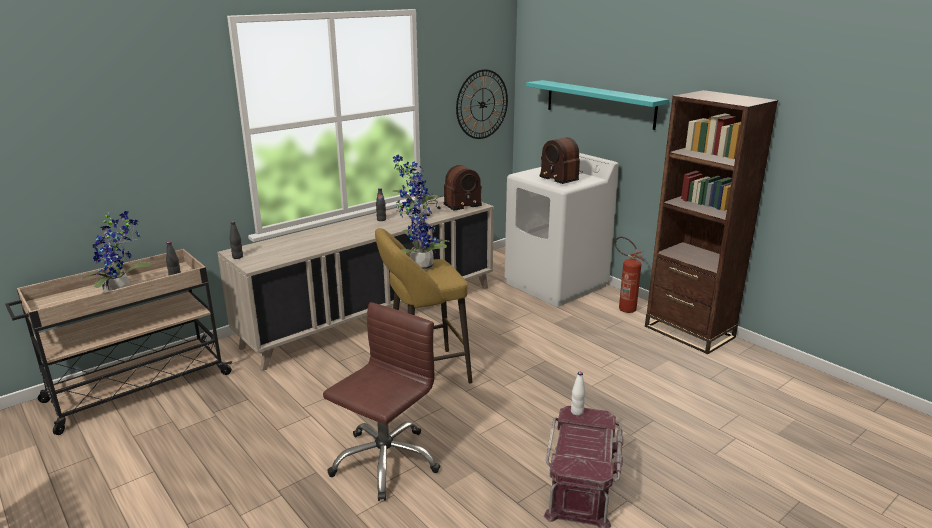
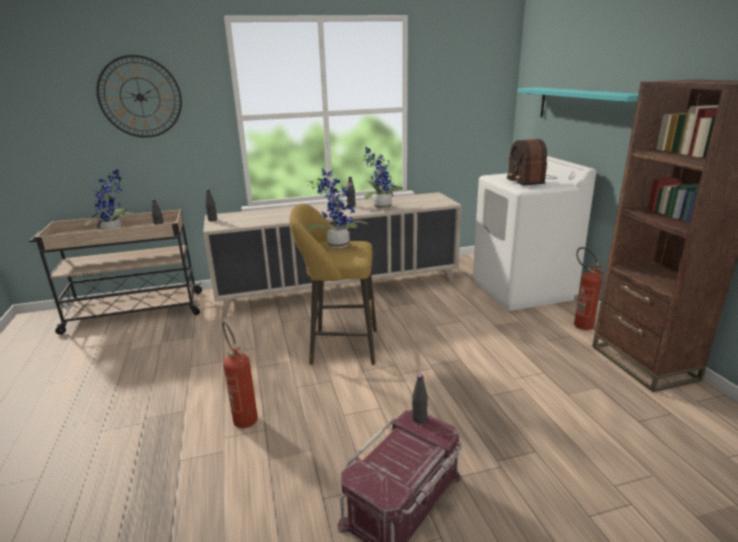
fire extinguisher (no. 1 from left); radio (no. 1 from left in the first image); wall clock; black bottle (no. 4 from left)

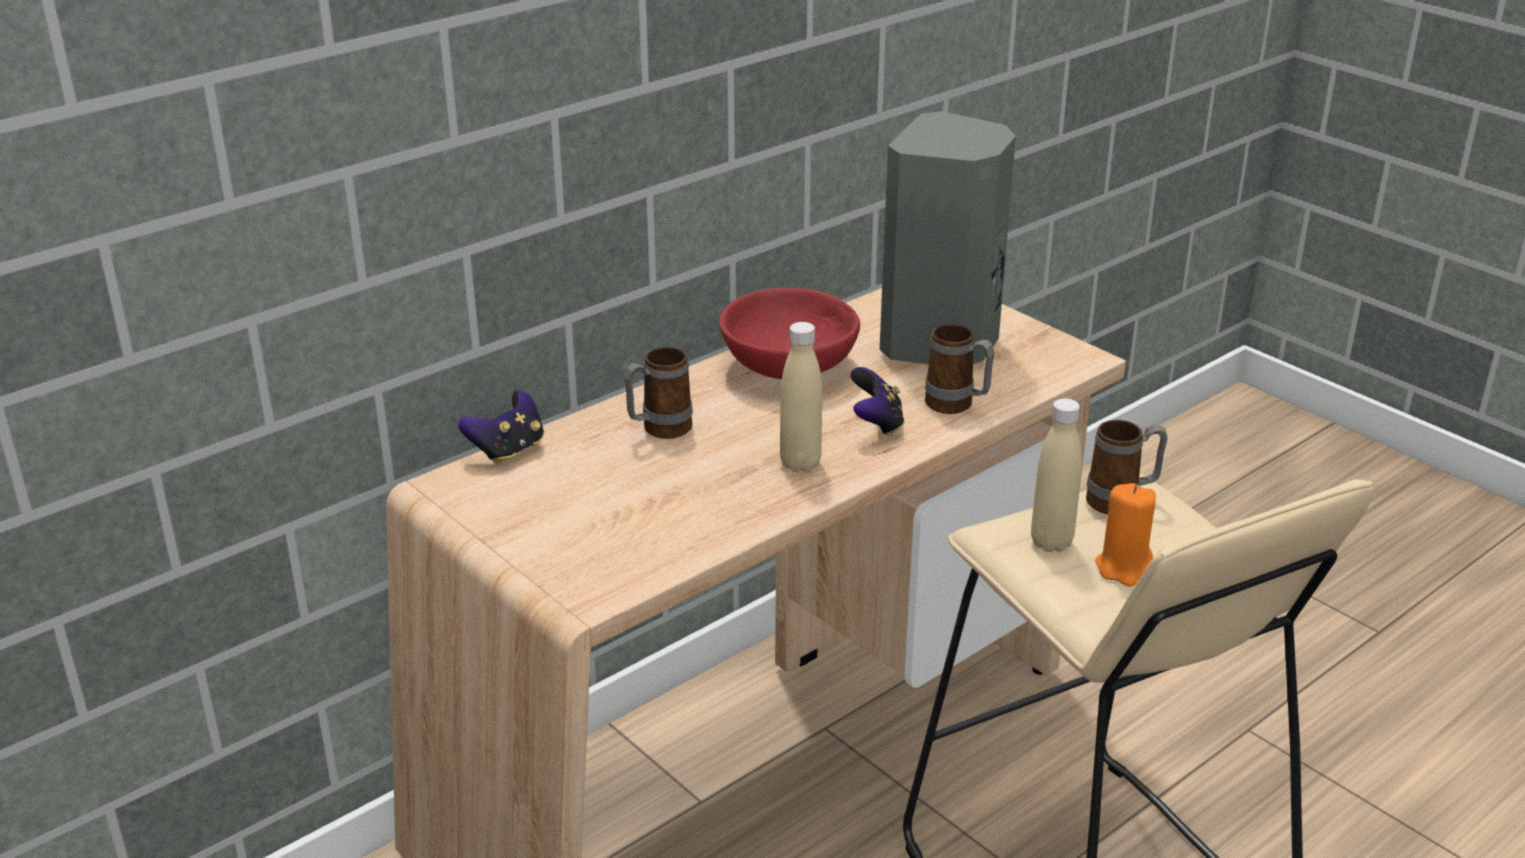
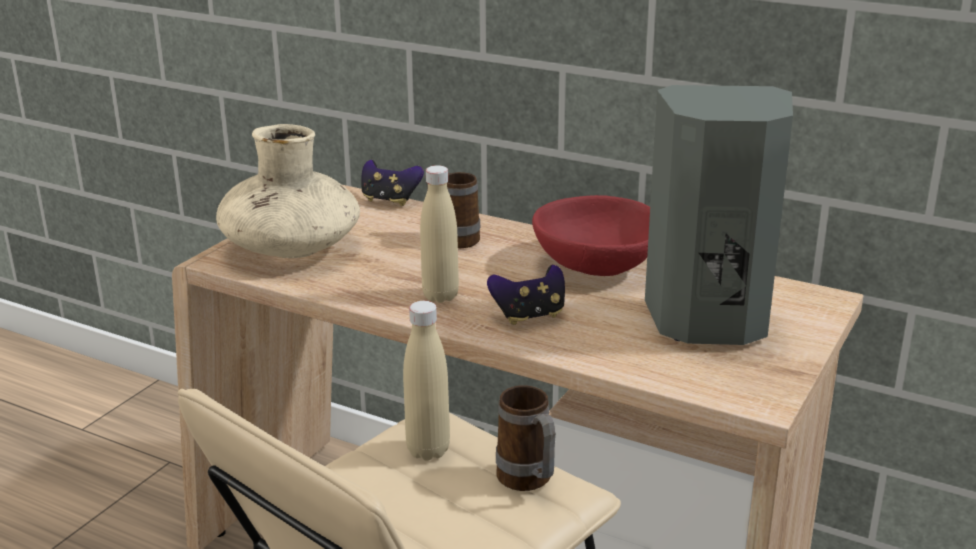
mug (no. 2 from left in the first image); orange candle; beige vase

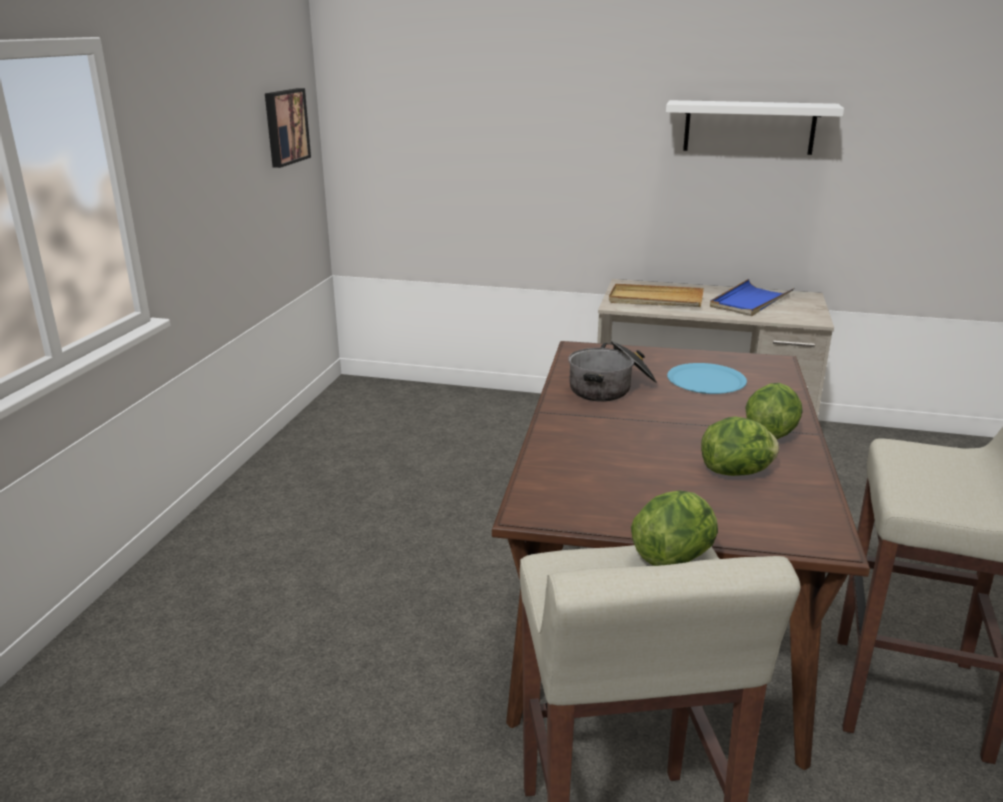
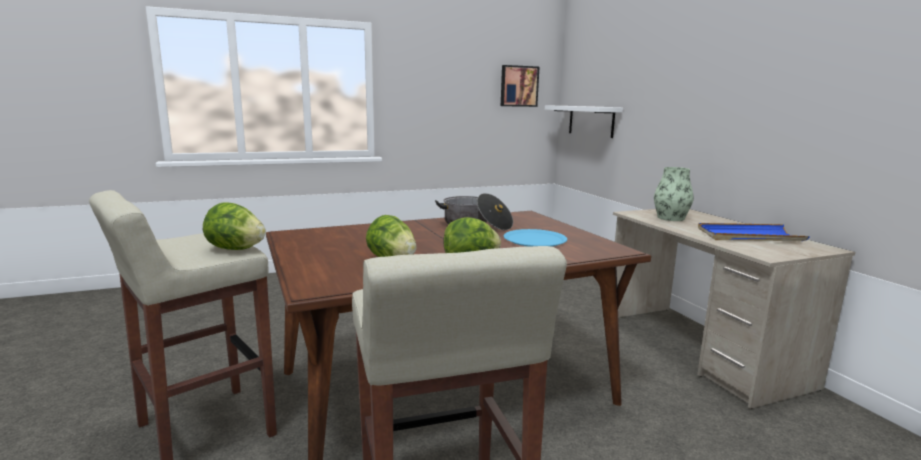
vase; white shelf

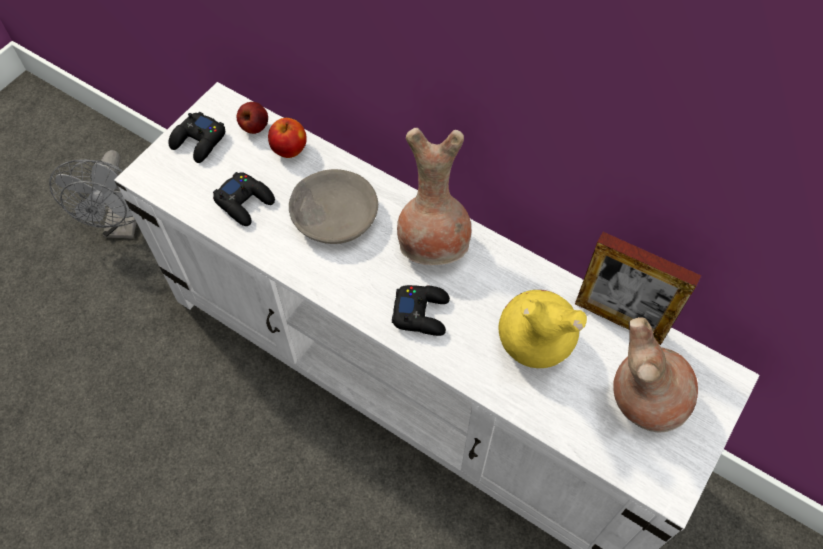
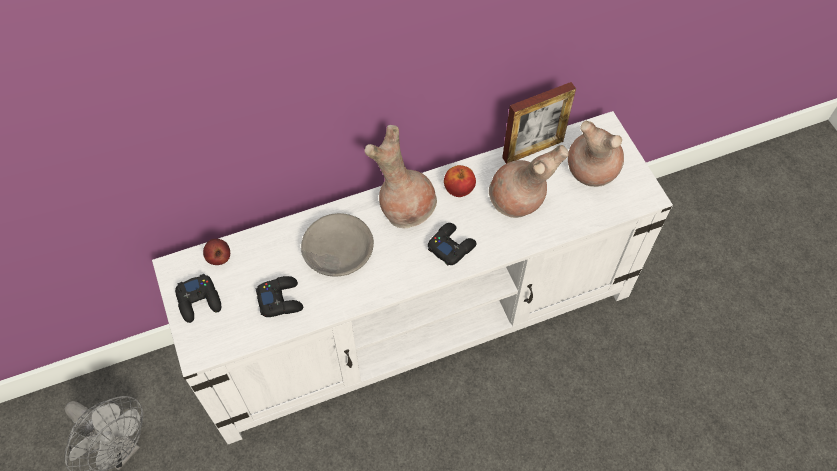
apple (no. 2 from left); brown vase (no. 2 from left)

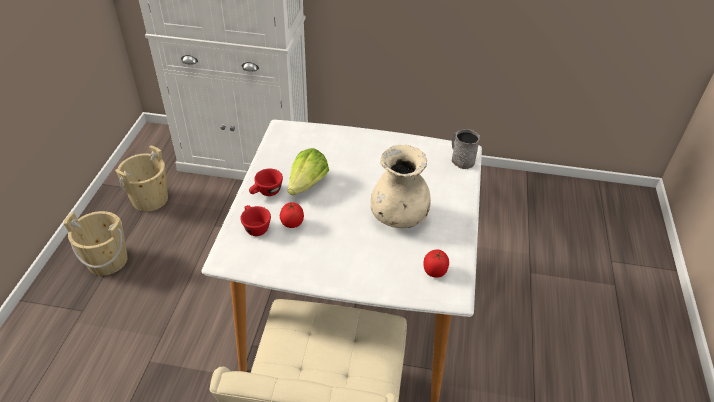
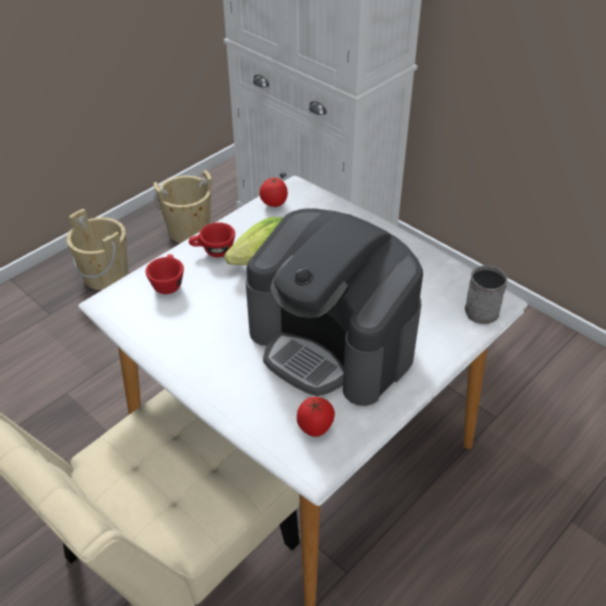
tomato (no. 1 from left); coffee machine

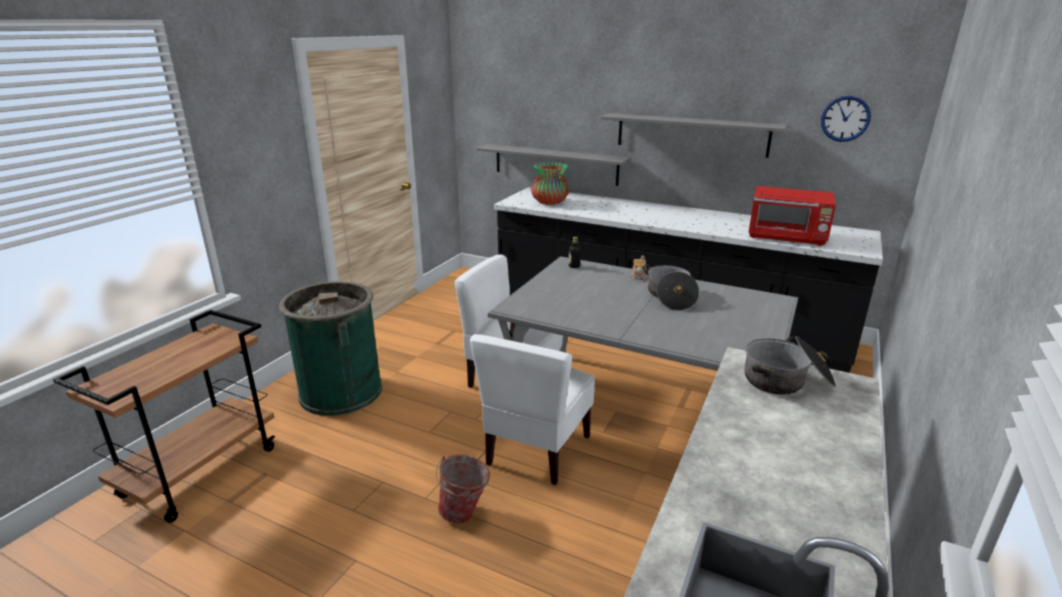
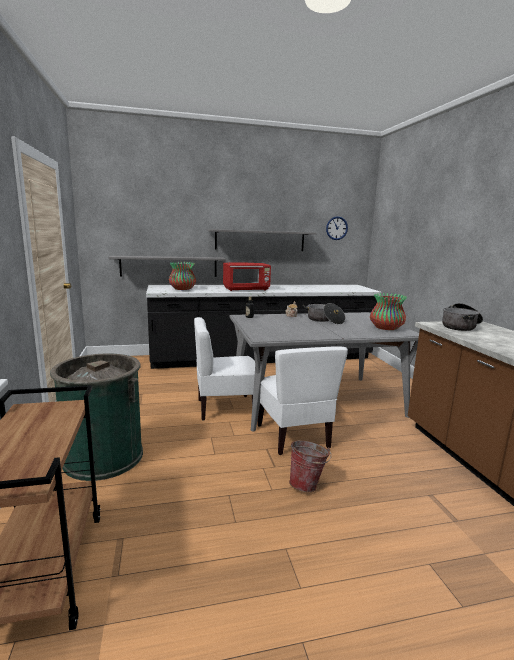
red microwave; vase (no. 2 from left)

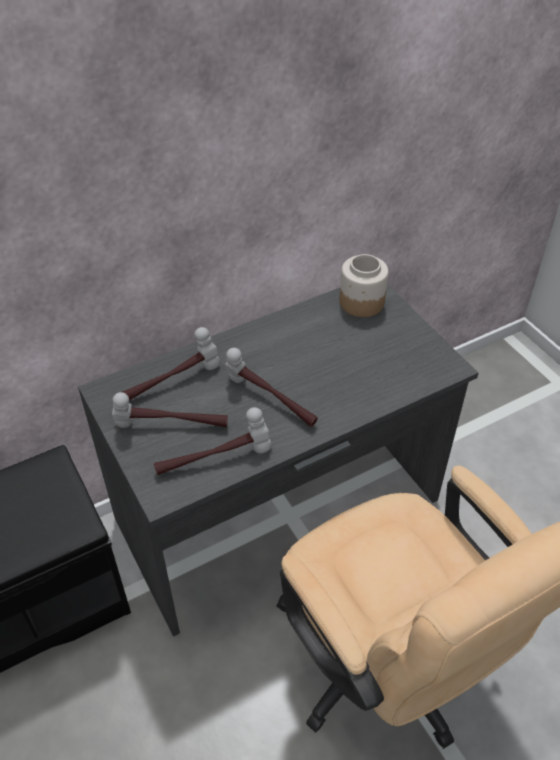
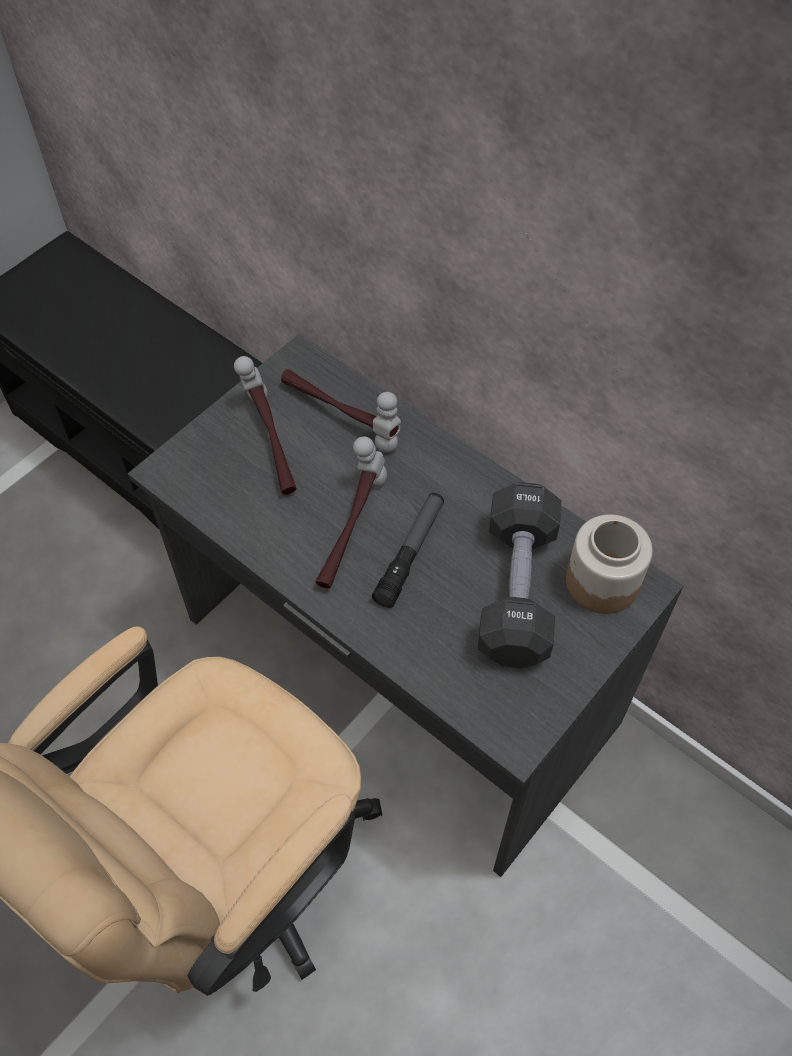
hammer (no. 3 from left in the first image); flashlight; black dumbbell

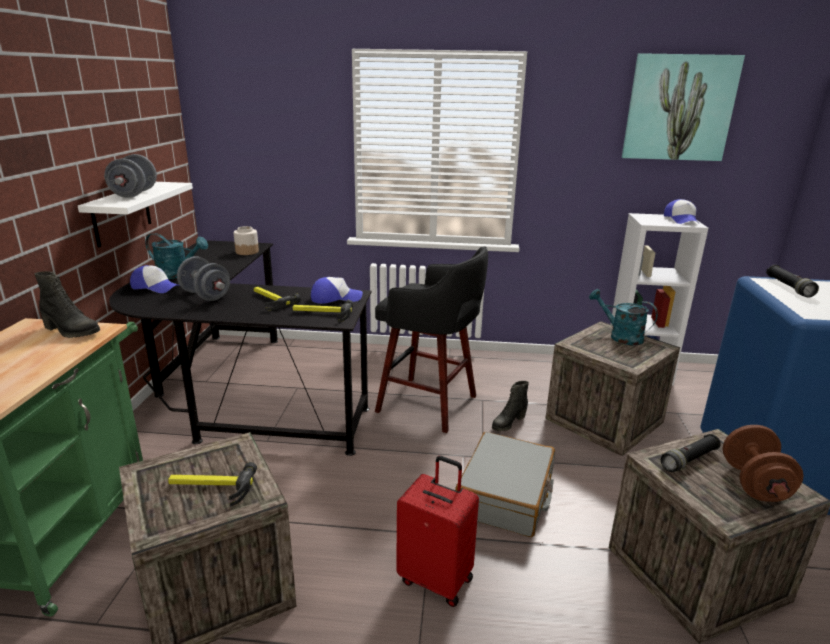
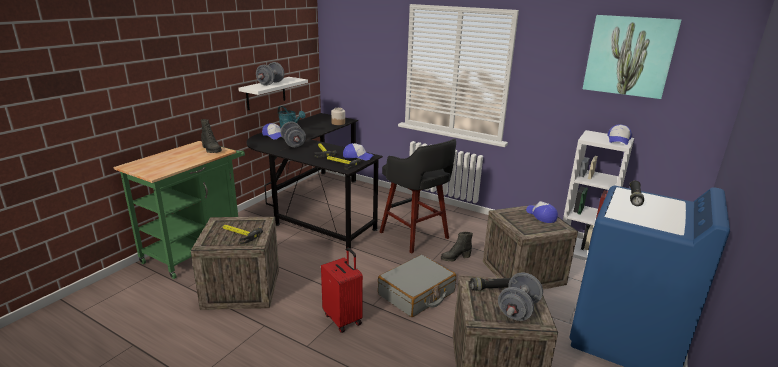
cap (no. 3 from left); grey dumbbell (no. 3 from left)

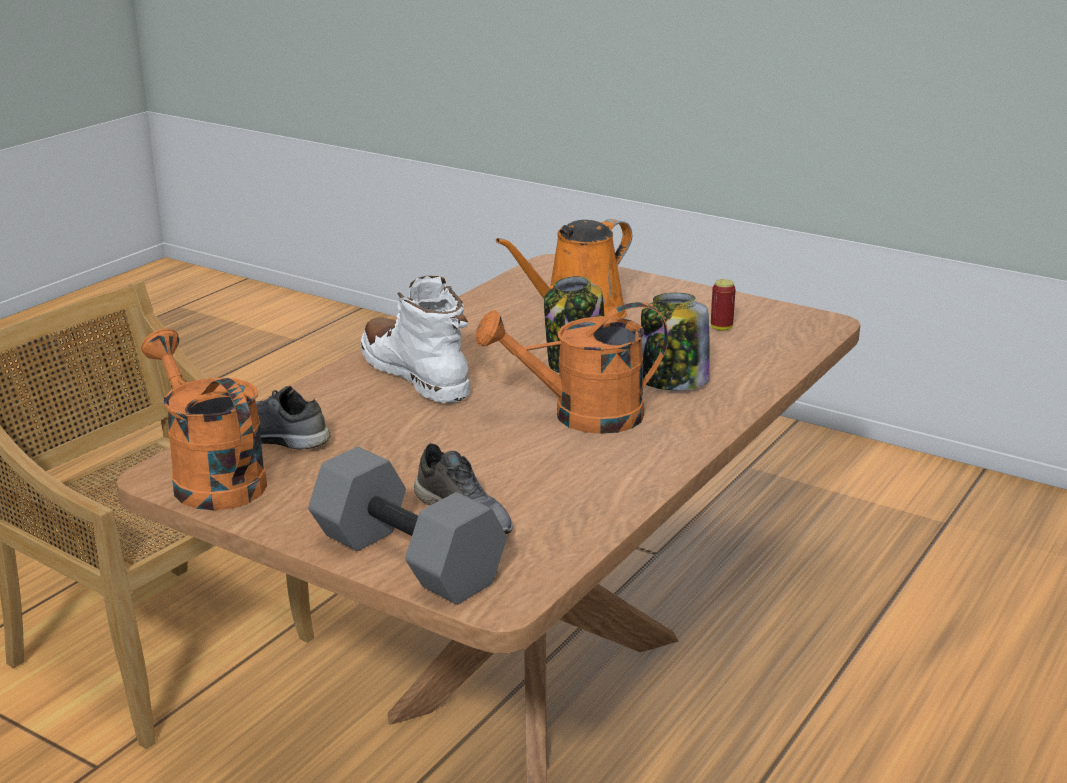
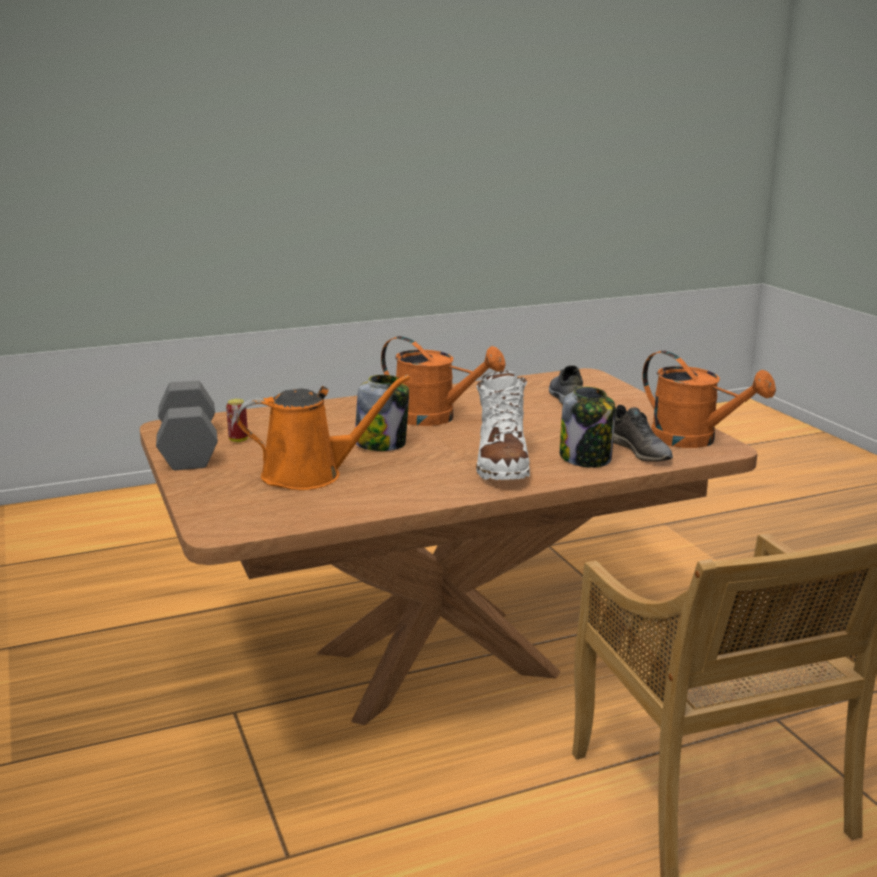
orange watering can (no. 3 from left); grey dumbbell; jar (no. 2 from left)

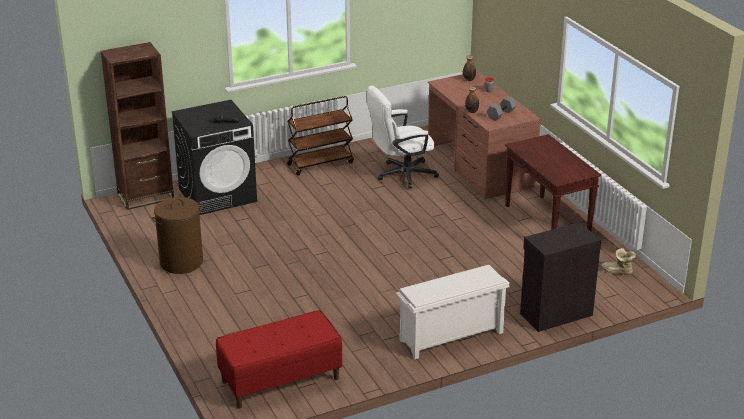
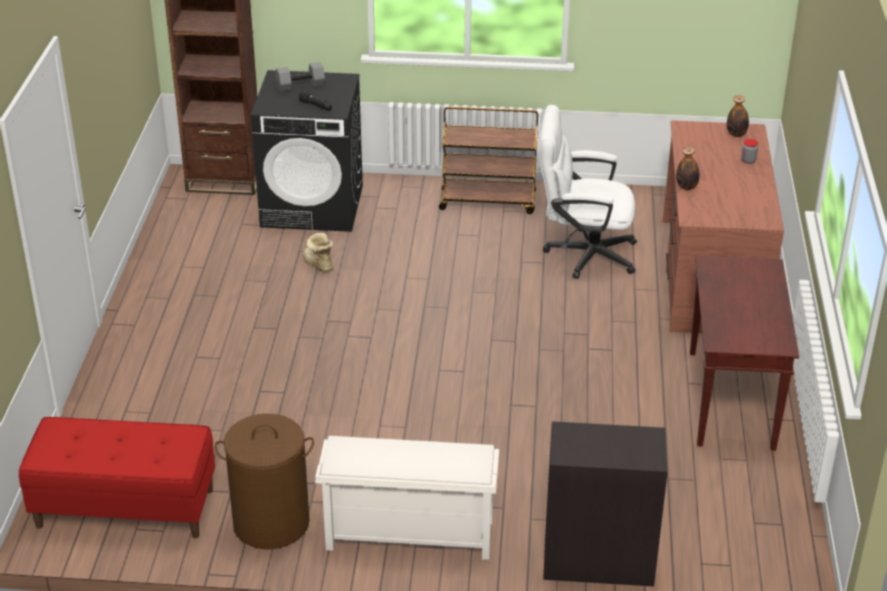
brown laundry basket; grey dumbbell; boot

